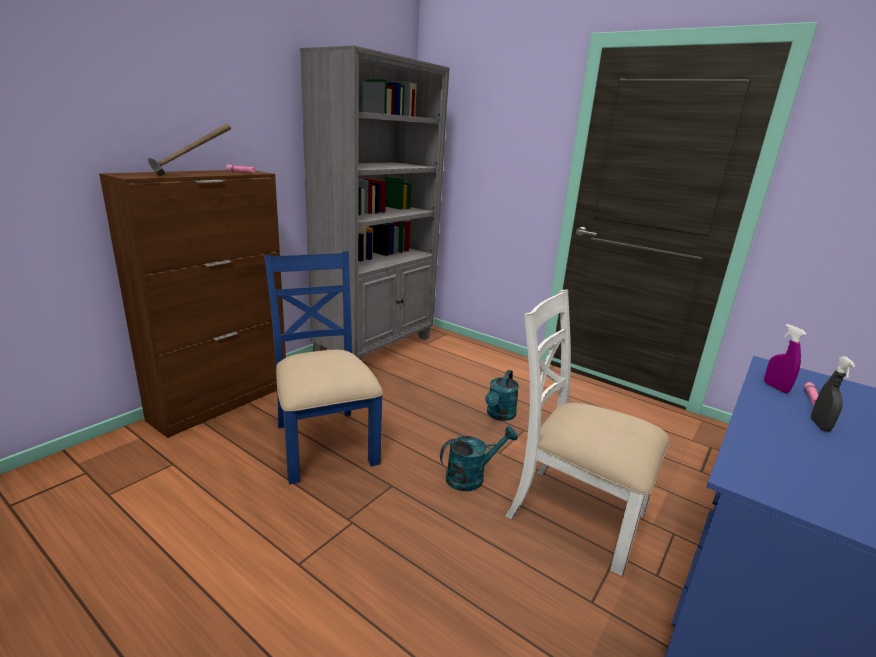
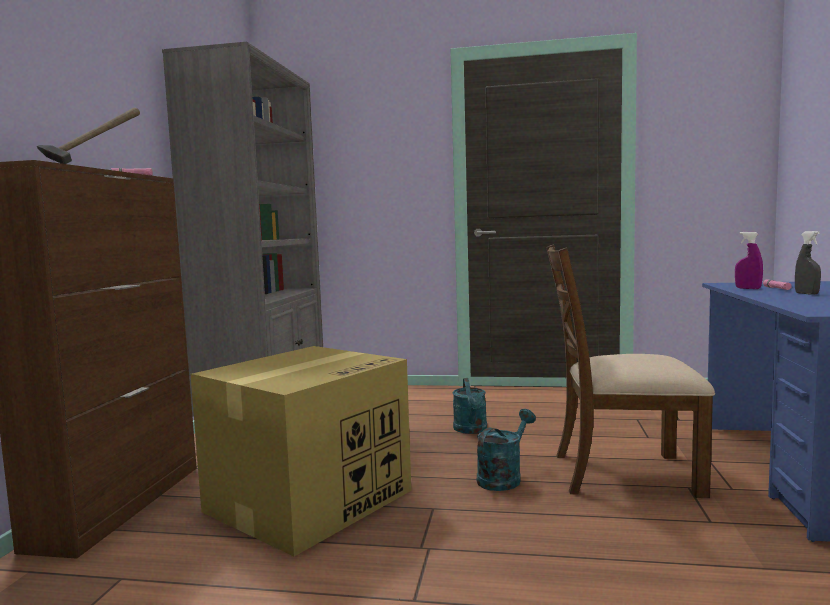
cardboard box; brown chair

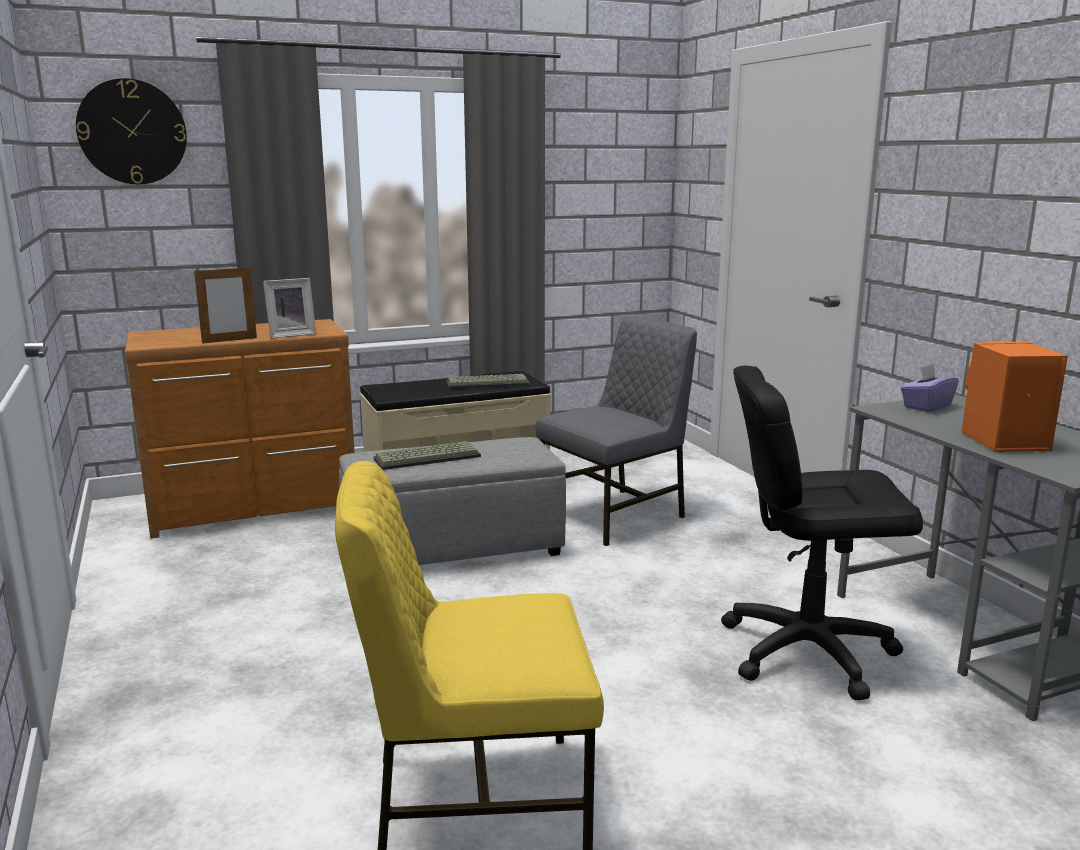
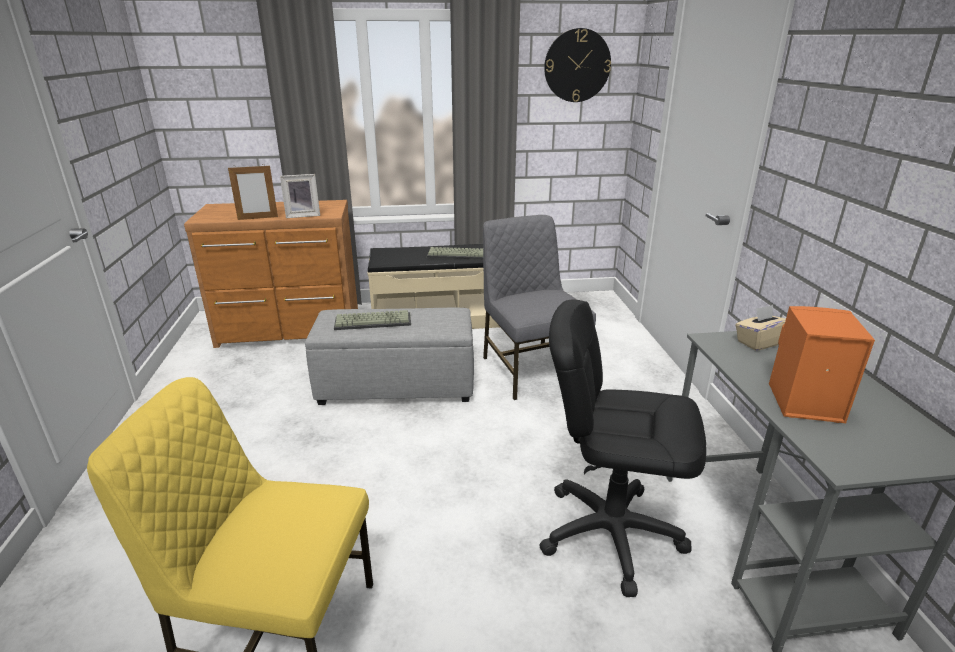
wall clock; grey chair; beige tissue box

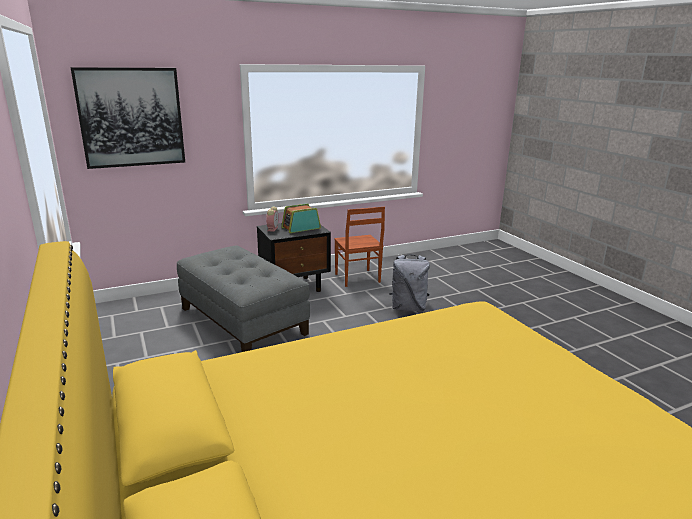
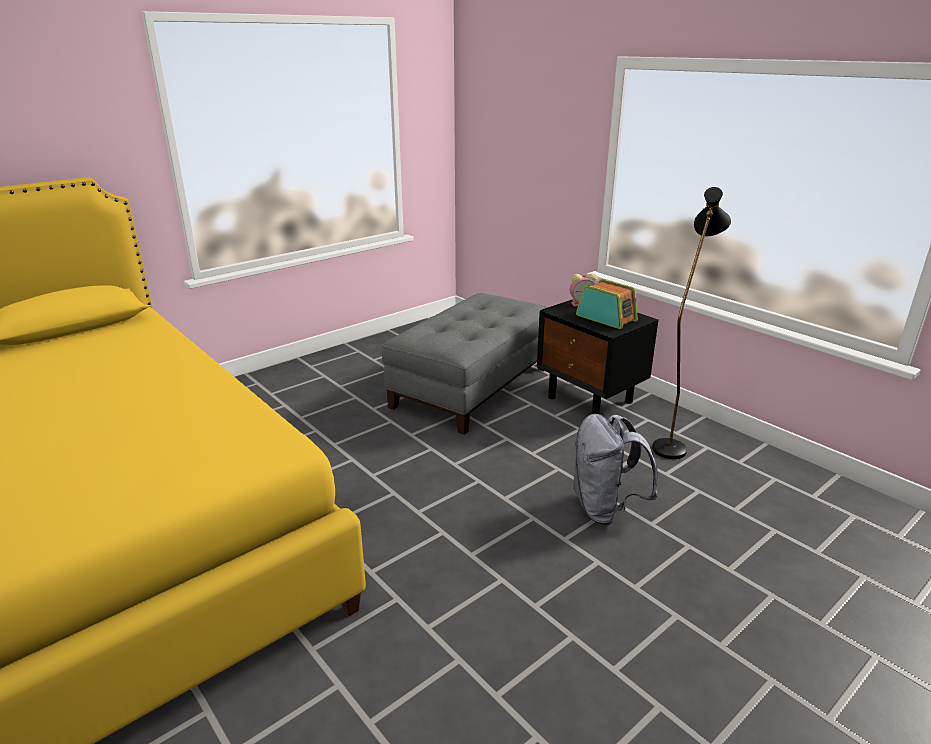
picture; black floor lamp

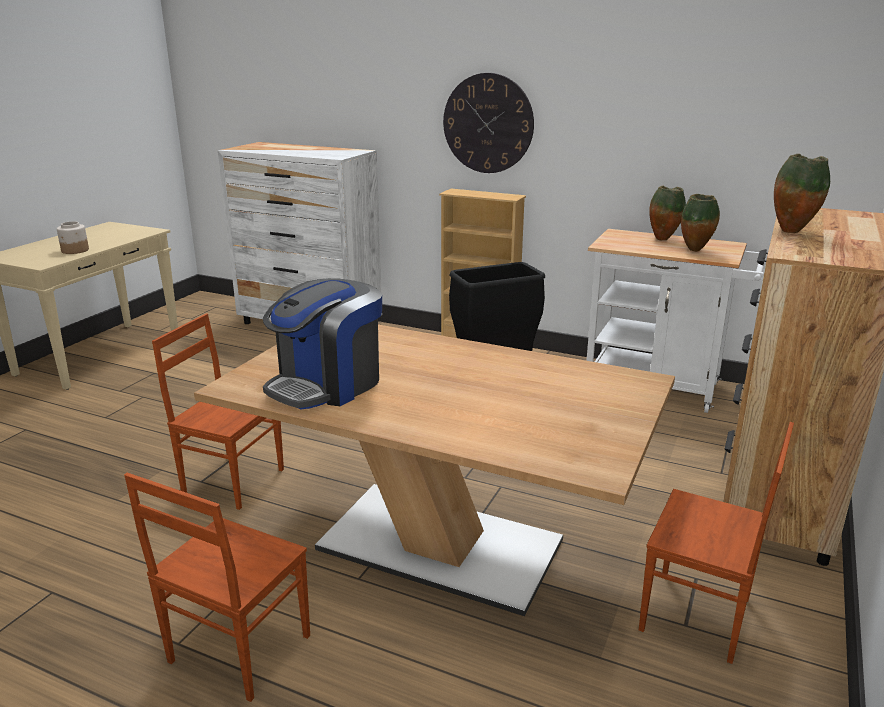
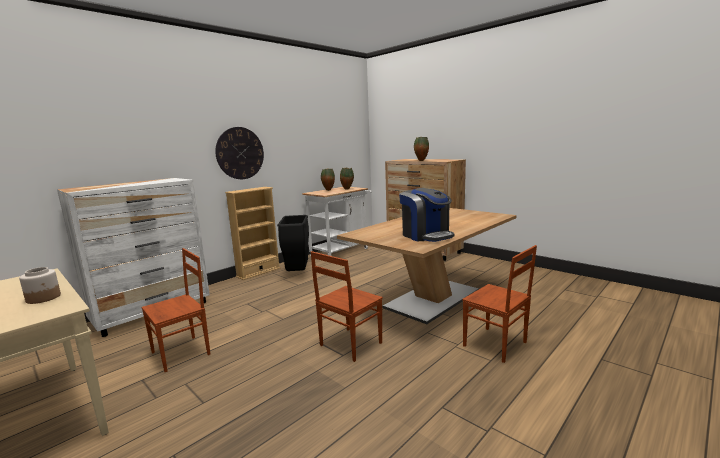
brown chair (no. 1 from left)

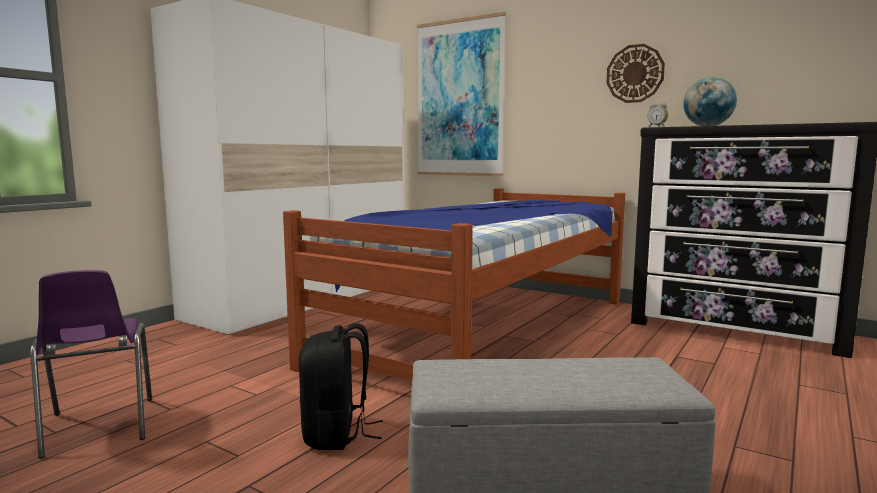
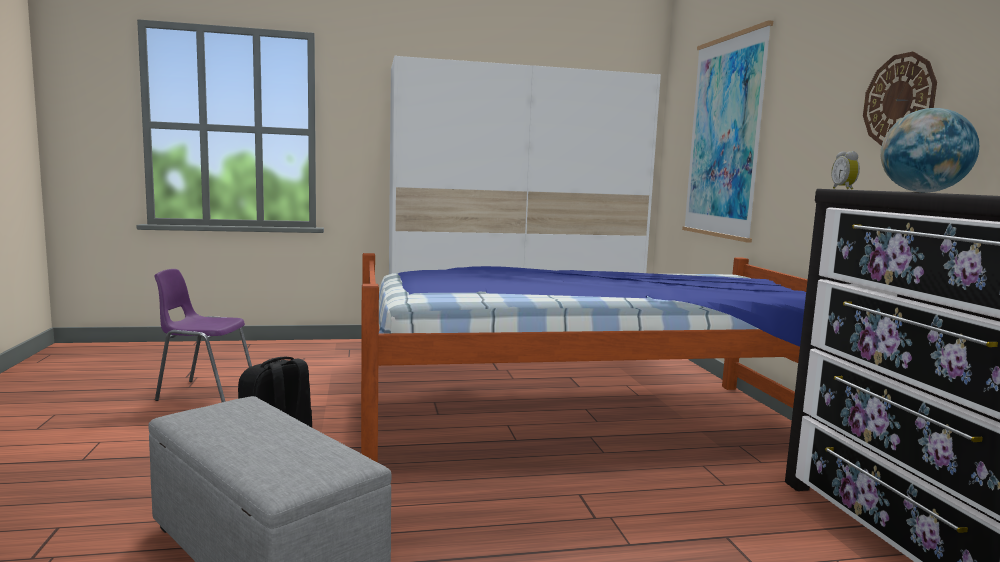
purple chair

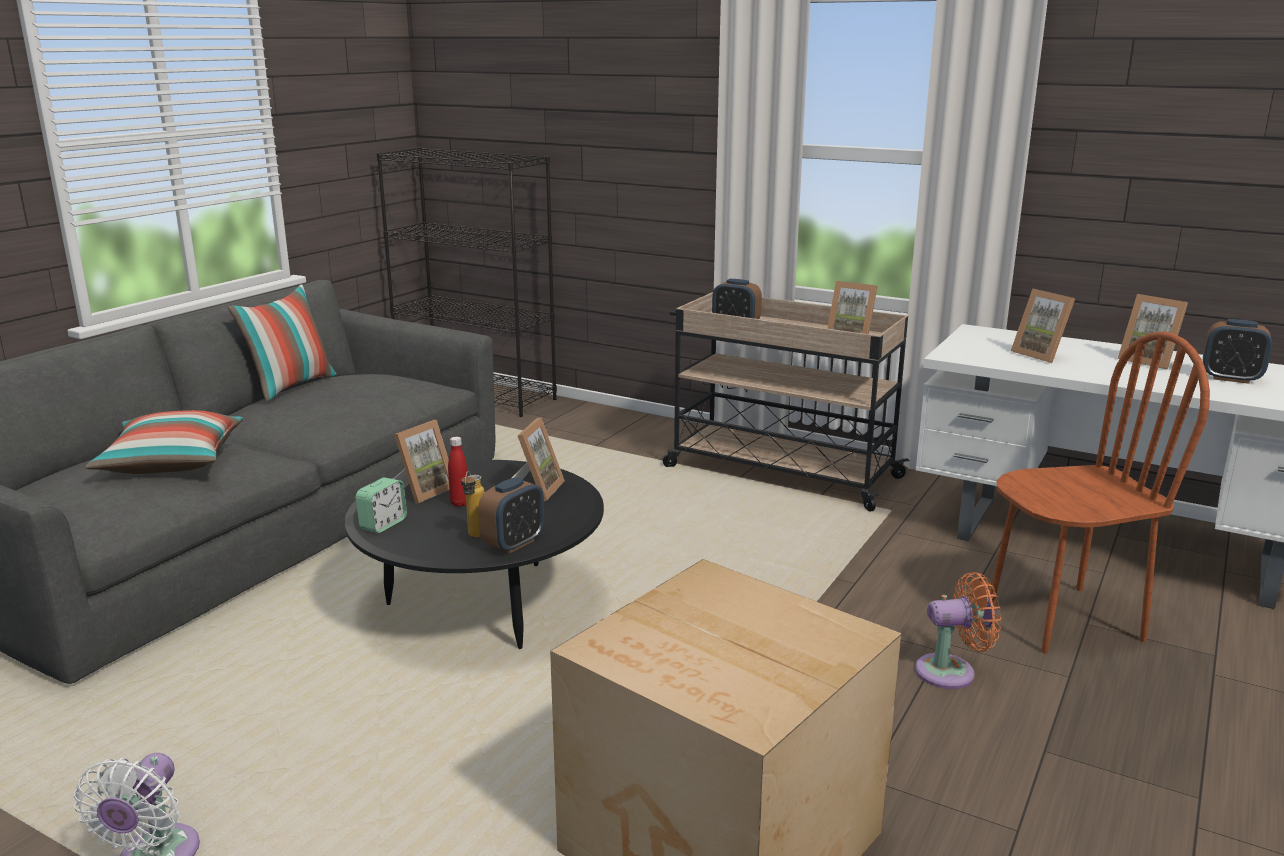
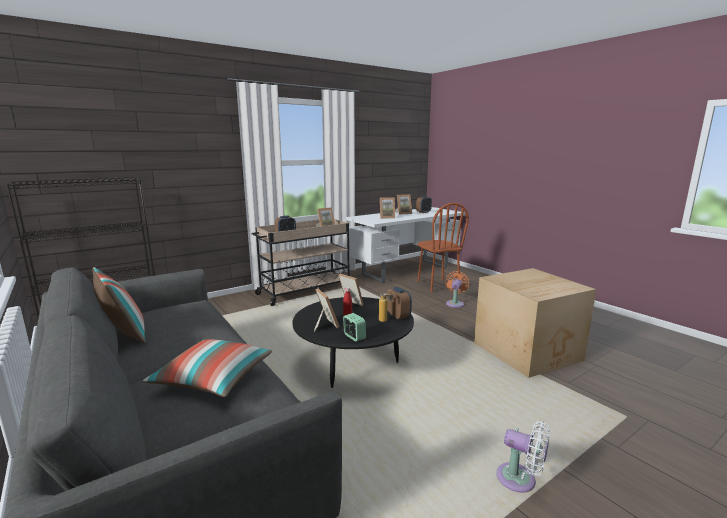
brown chair

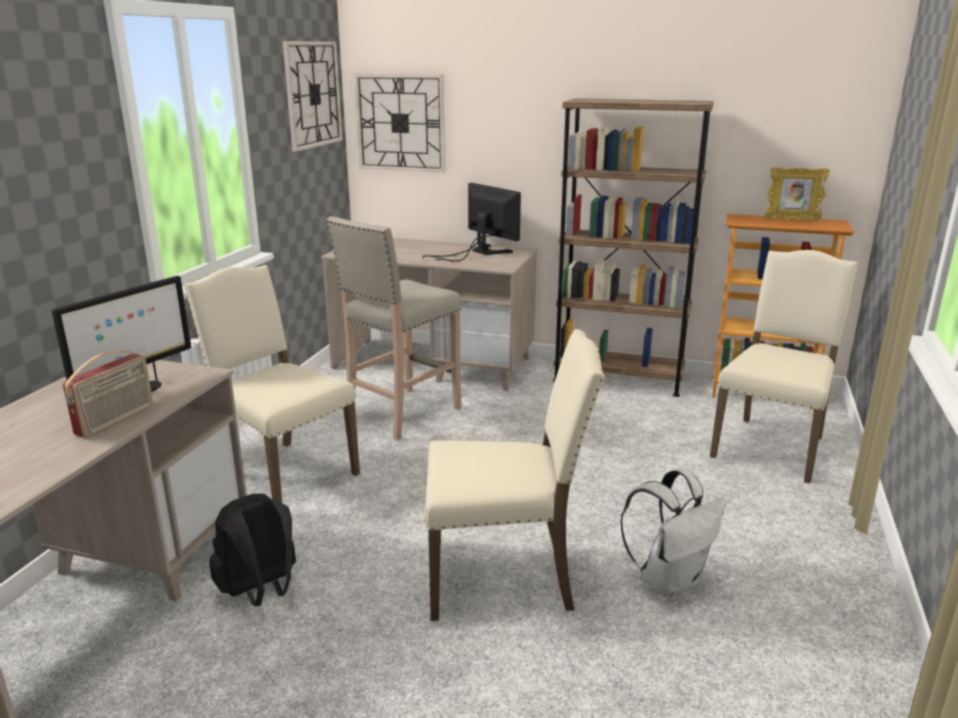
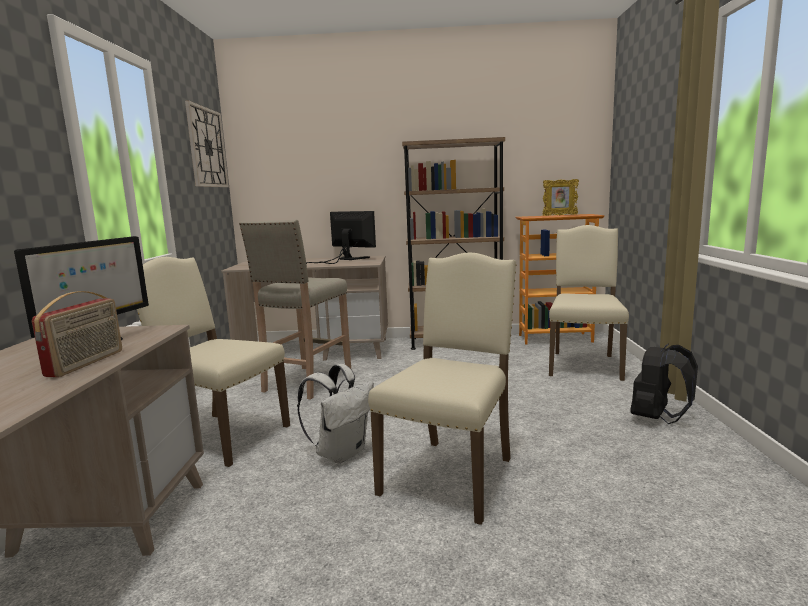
black backpack; wall clock (no. 2 from left in the first image); beige chair (no. 2 from left); white backpack

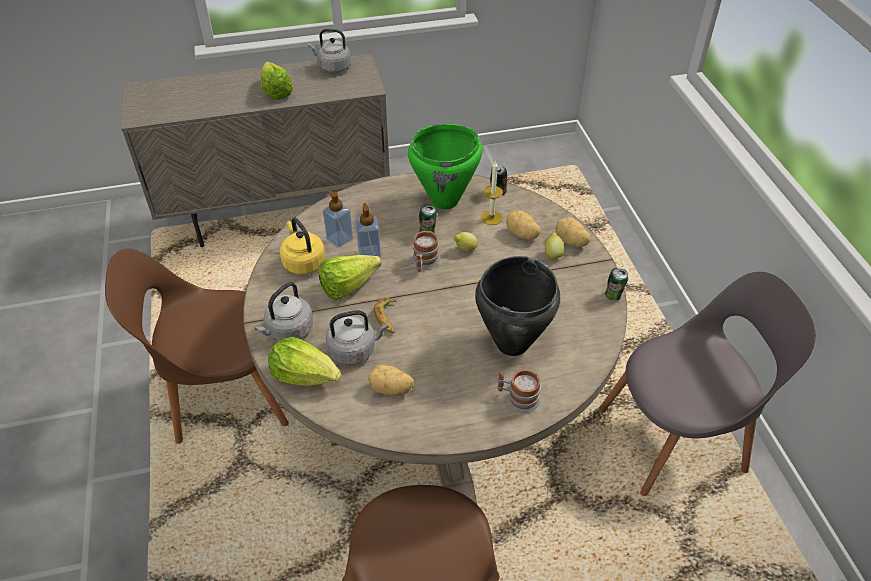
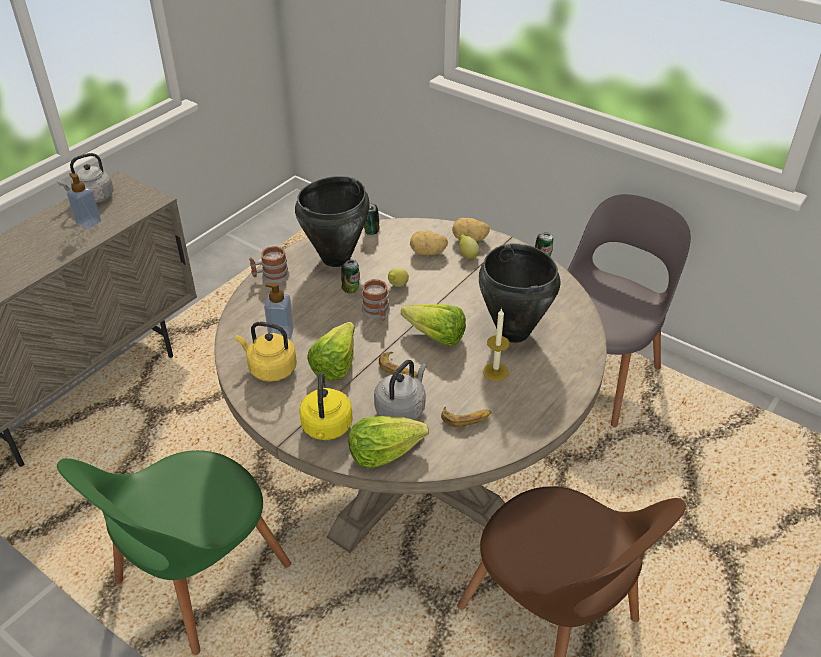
green chair; yellow kettle (no. 2 from left); lettuce (no. 3 from left); soap dispenser (no. 1 from left); banana (no. 2 from left); black cooking pot (no. 1 from left); candle; mug (no. 1 from left)

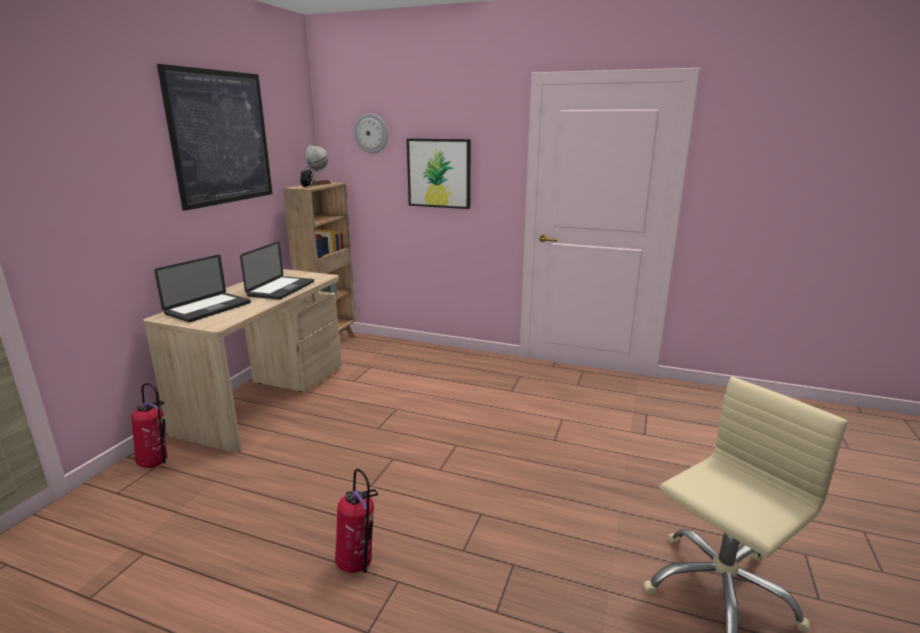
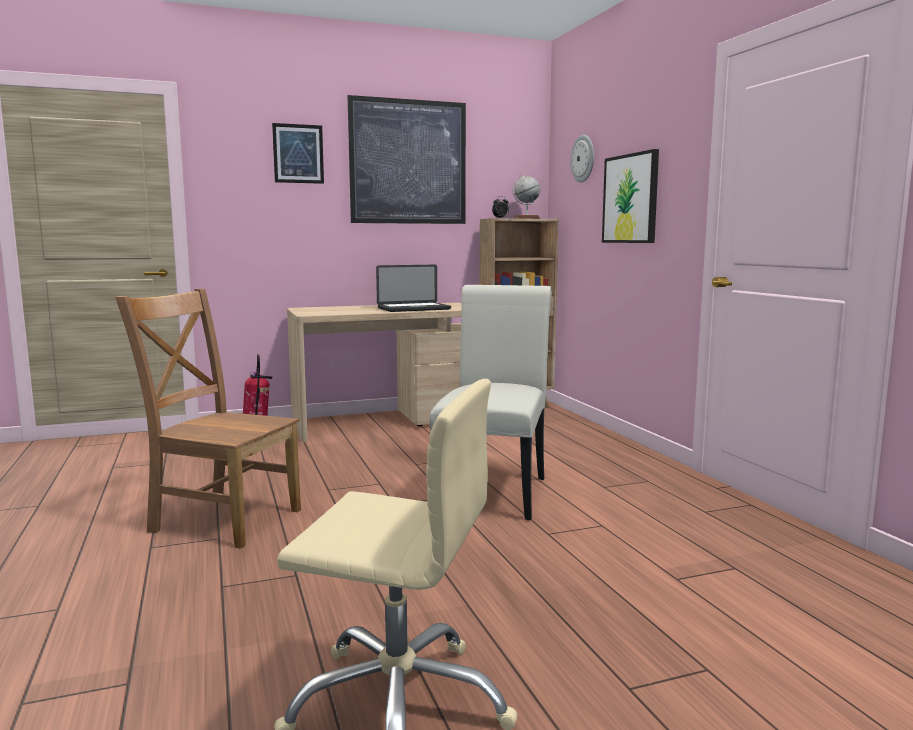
laptop (no. 1 from left in the first image); brown chair; picture (no. 1 from left); white chair

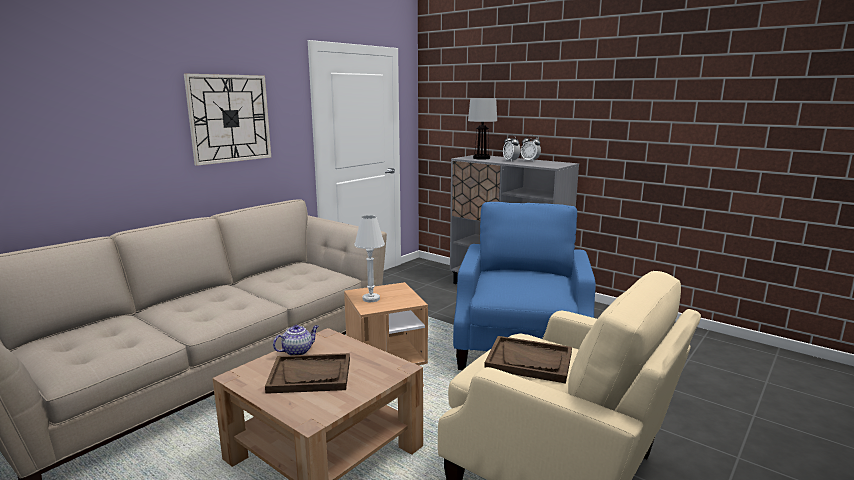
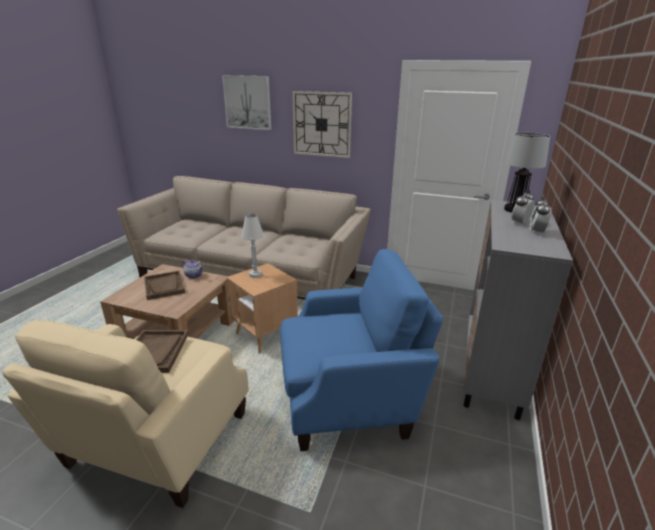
picture

